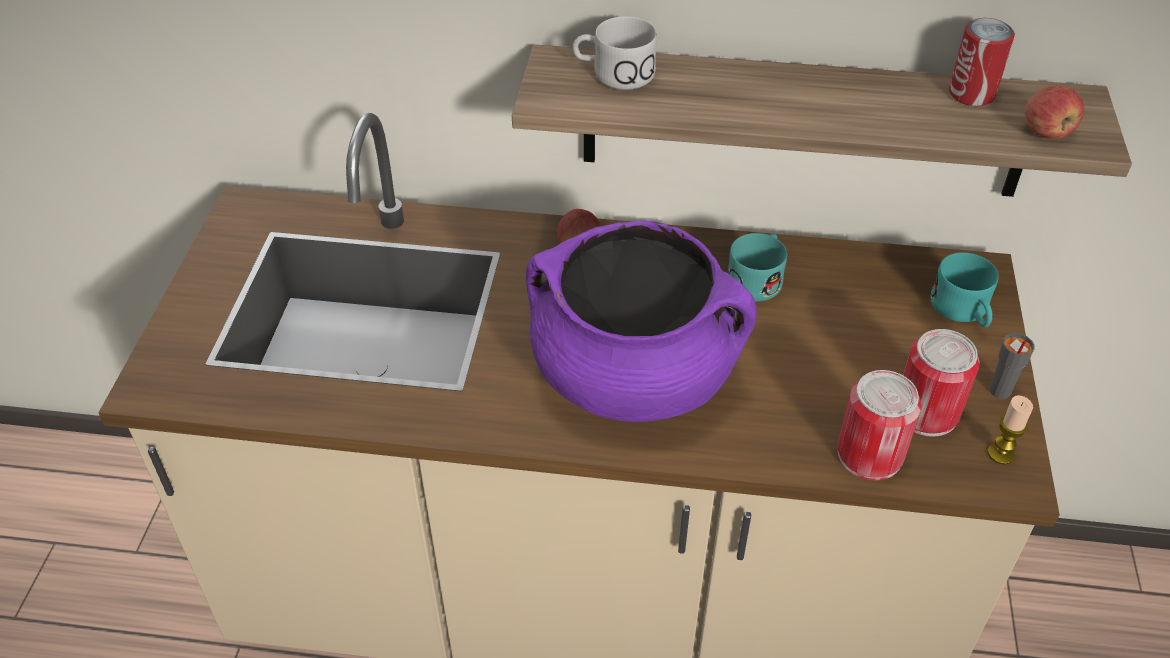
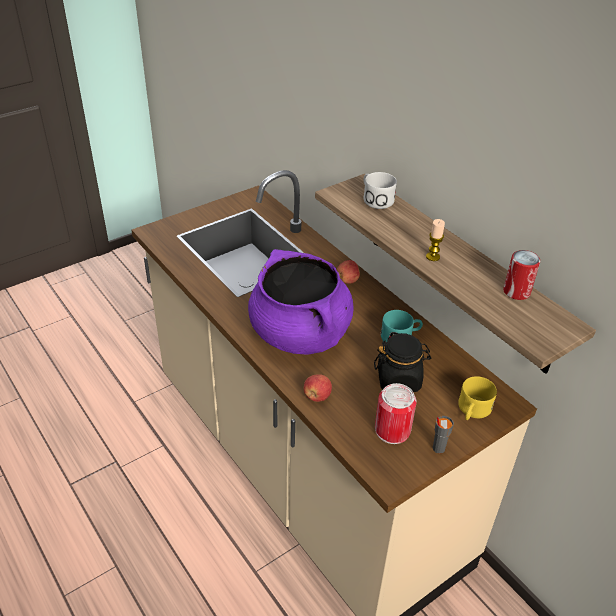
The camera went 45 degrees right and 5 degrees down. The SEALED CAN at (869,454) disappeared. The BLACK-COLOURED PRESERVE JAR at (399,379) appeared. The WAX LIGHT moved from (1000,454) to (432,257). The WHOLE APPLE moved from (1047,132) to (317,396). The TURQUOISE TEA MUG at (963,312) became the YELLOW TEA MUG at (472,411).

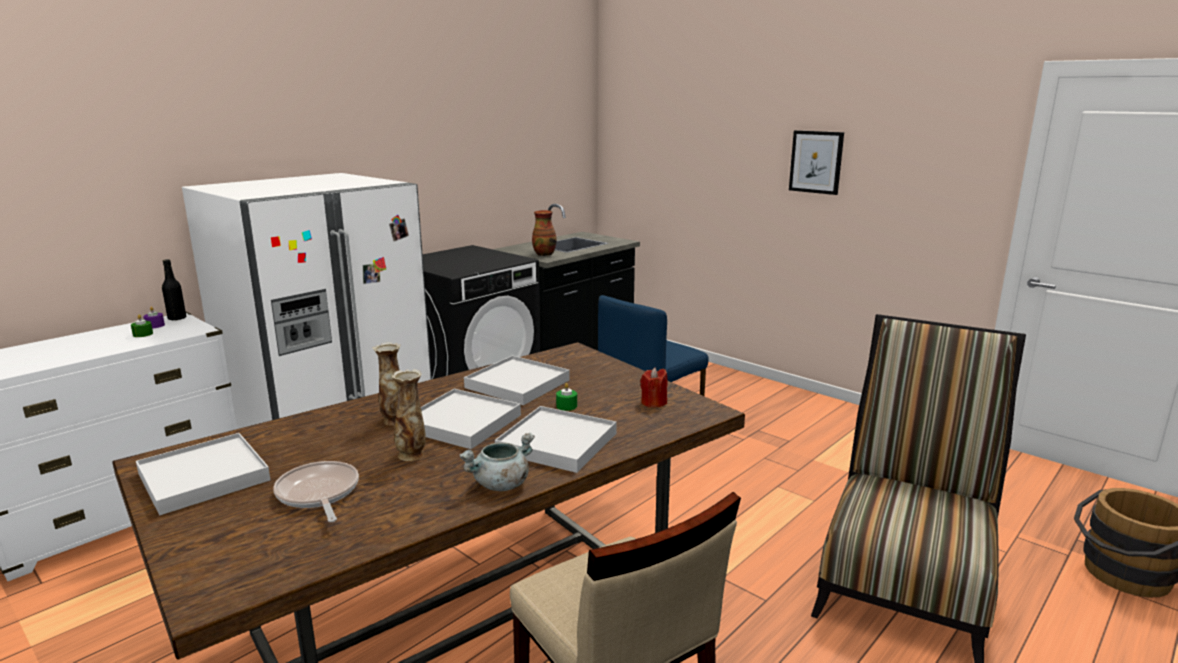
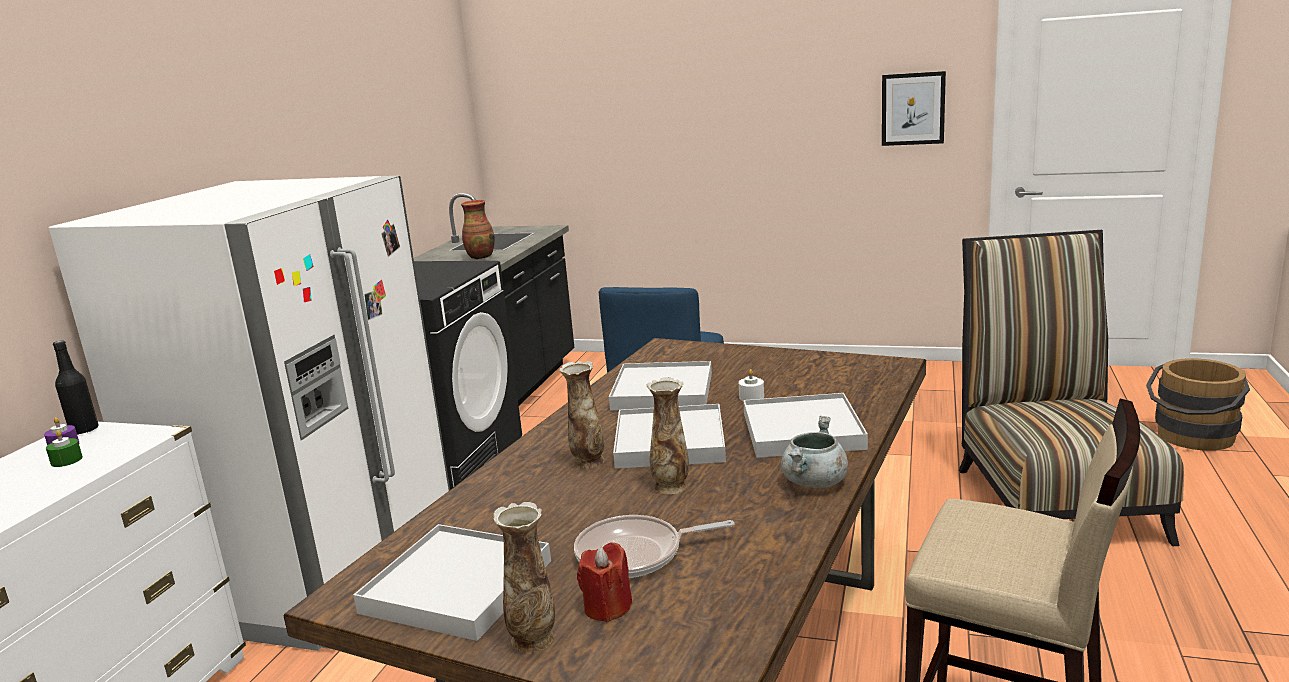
The camera went 25 degrees left and 0 degrees up. The VASE at (533,640) appeared. The REDDISH WAX LIGHT moved from (653,403) to (607,607). The WALL ART moved from (816,162) to (913,109). The GREEN-COLOURED WAX LIGHT at (566,406) became the WHITE WAX LIGHT at (751,397). The PAN at (318,494) turned 45 degrees counterclockwise.

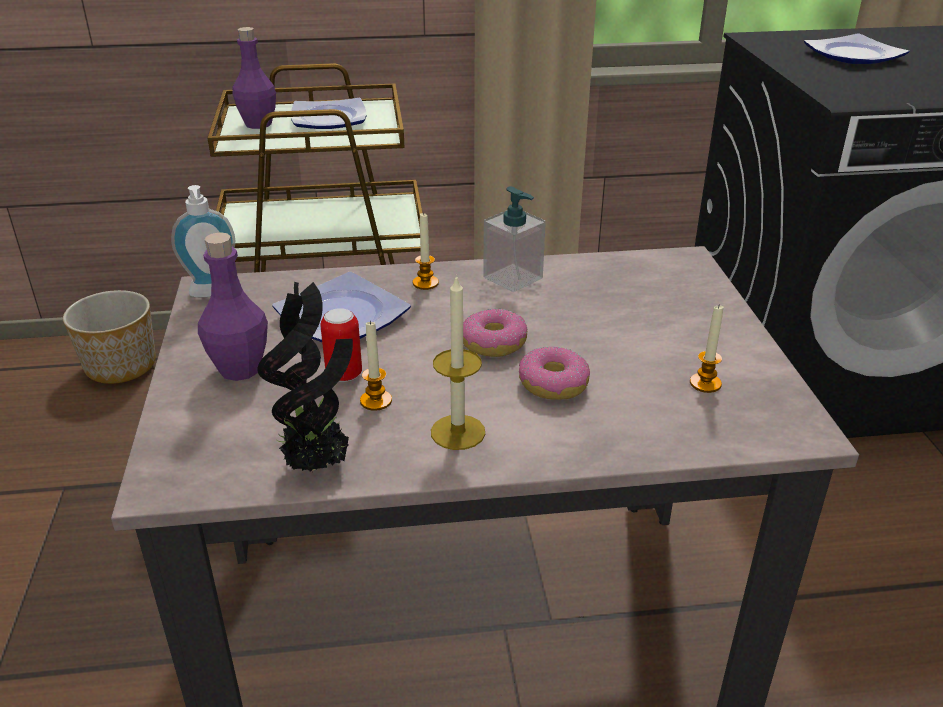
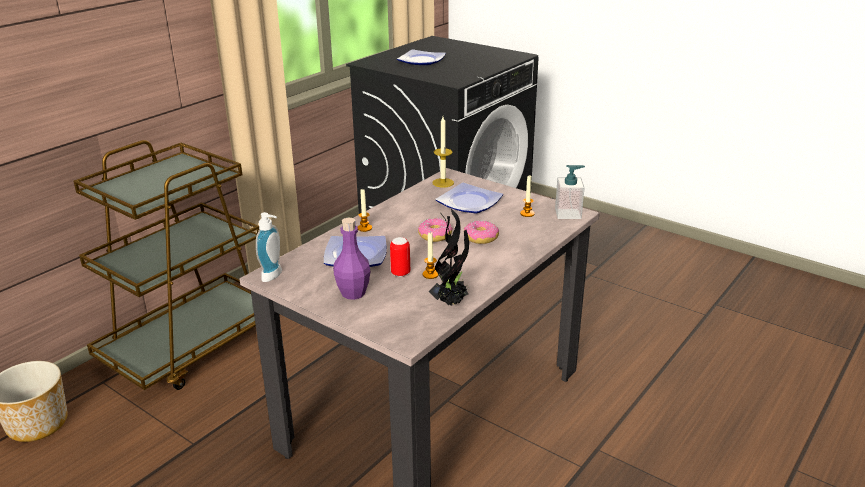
The camera went 45 degrees left and 5 degrees down. The PURPLE-COLOURED DRINK BOTTLE at (258,124) disappeared. The FLAT DISH moved from (330,119) to (469,202). The WAX LIGHT moved from (458,432) to (443,183). The SOAP BOTTLE moved from (513,278) to (568,213).

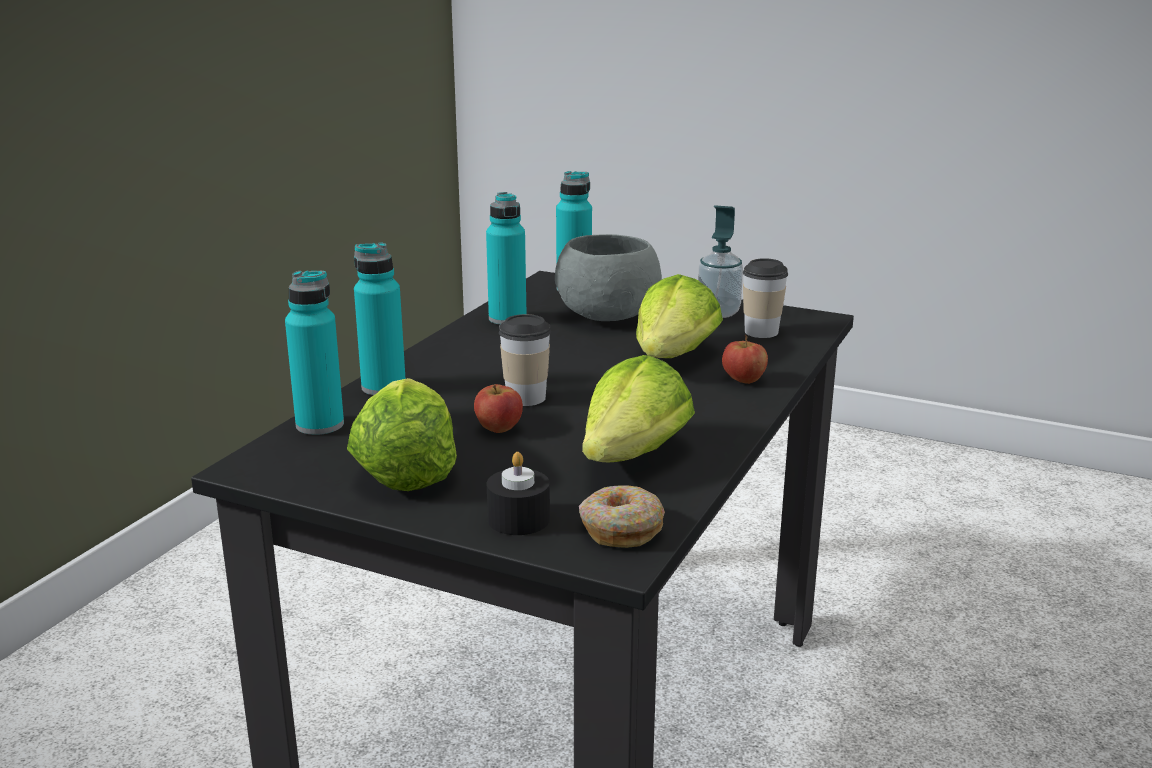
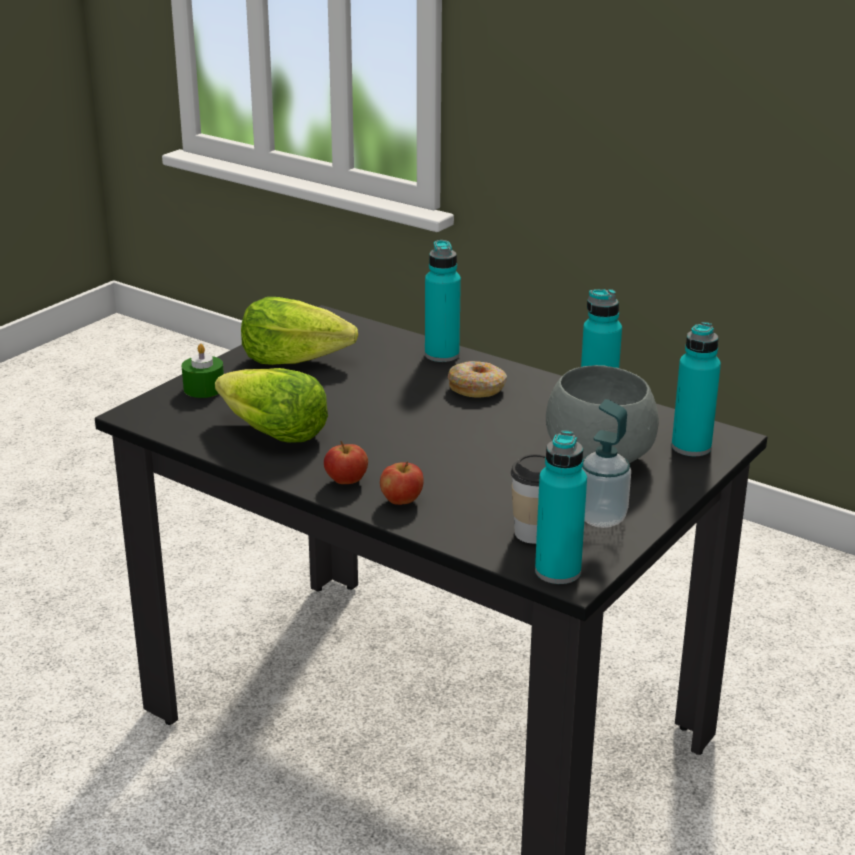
The camera went 100 degrees right and 5 degrees up. The DRINKING CUP at (526,398) disappeared. The LETTUCE HEAD at (674,357) disappeared. The TURQUOISE DRINK BOTTLE moved from (320,425) to (557,571). The WHOLE APPLE moved from (499,429) to (346,481). The RING DOUGHNUT moved from (620,528) to (477,388). The BLACK-COLOURED WAX LIGHT at (518,519) became the GREEN-COLOURED WAX LIGHT at (204,388).

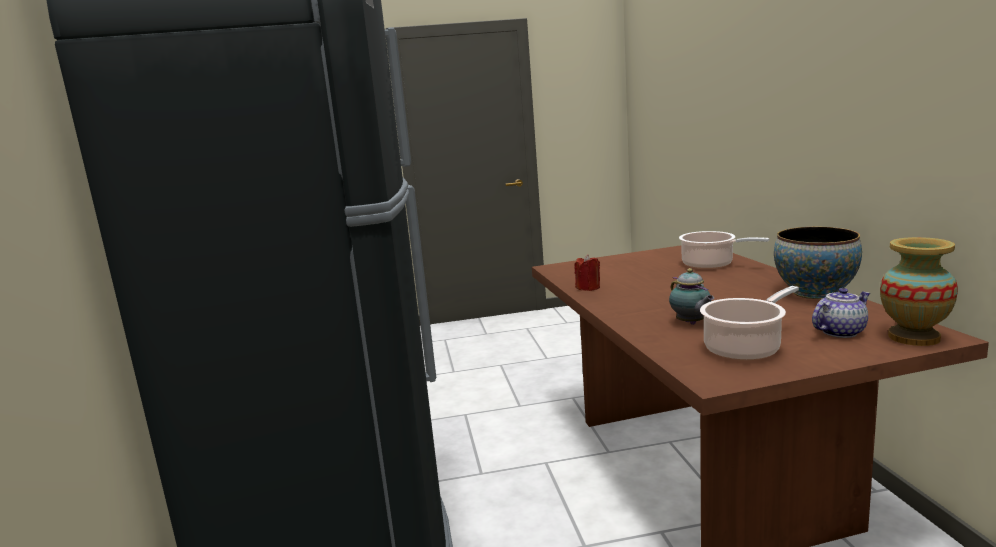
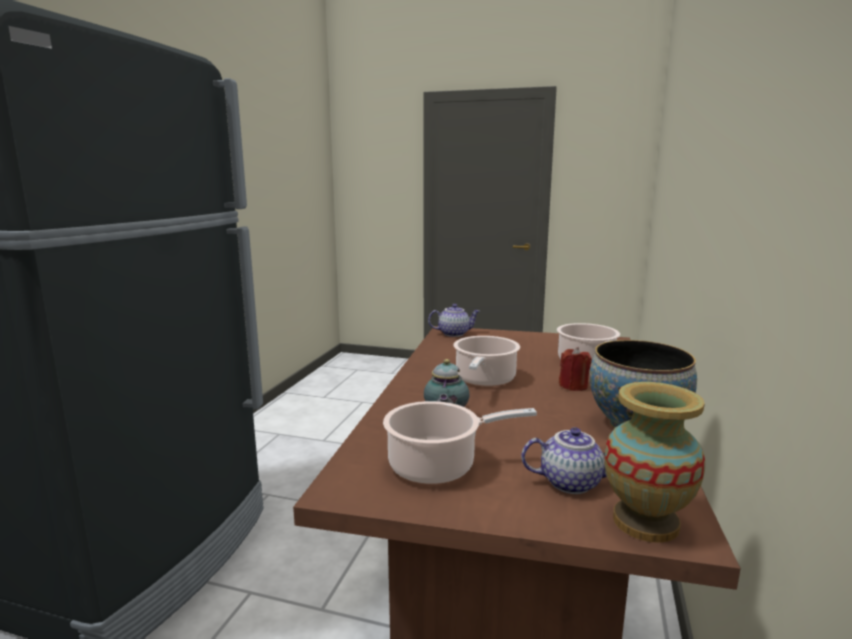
The camera went 25 degrees right and 0 degrees up. The TEA POT at (454,333) appeared. The STOCKPOT at (484,380) appeared. The REDDISH WAX LIGHT moved from (588,288) to (573,386).

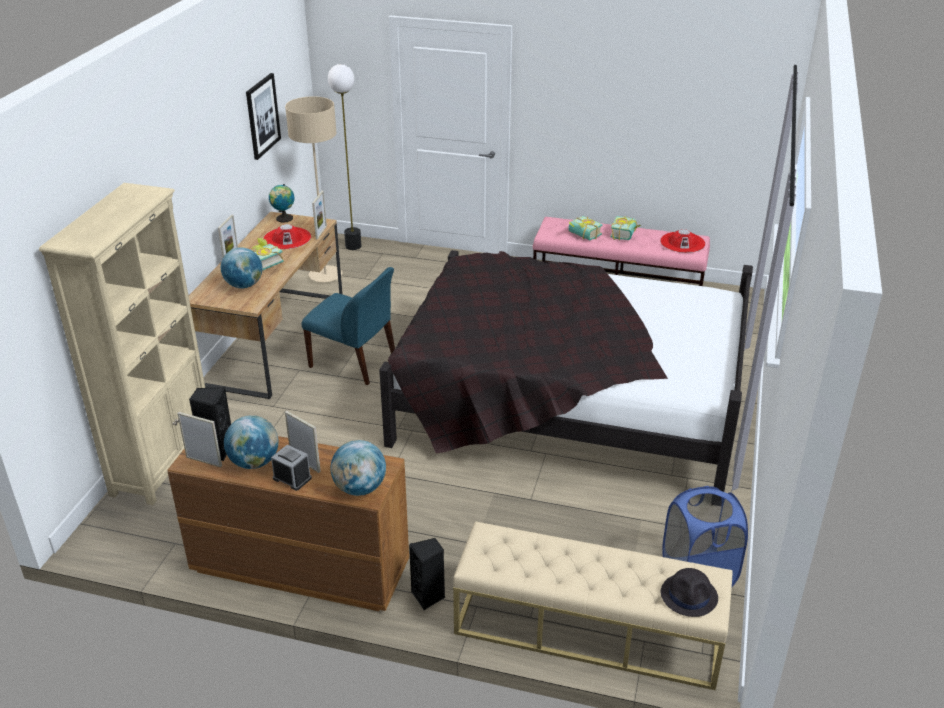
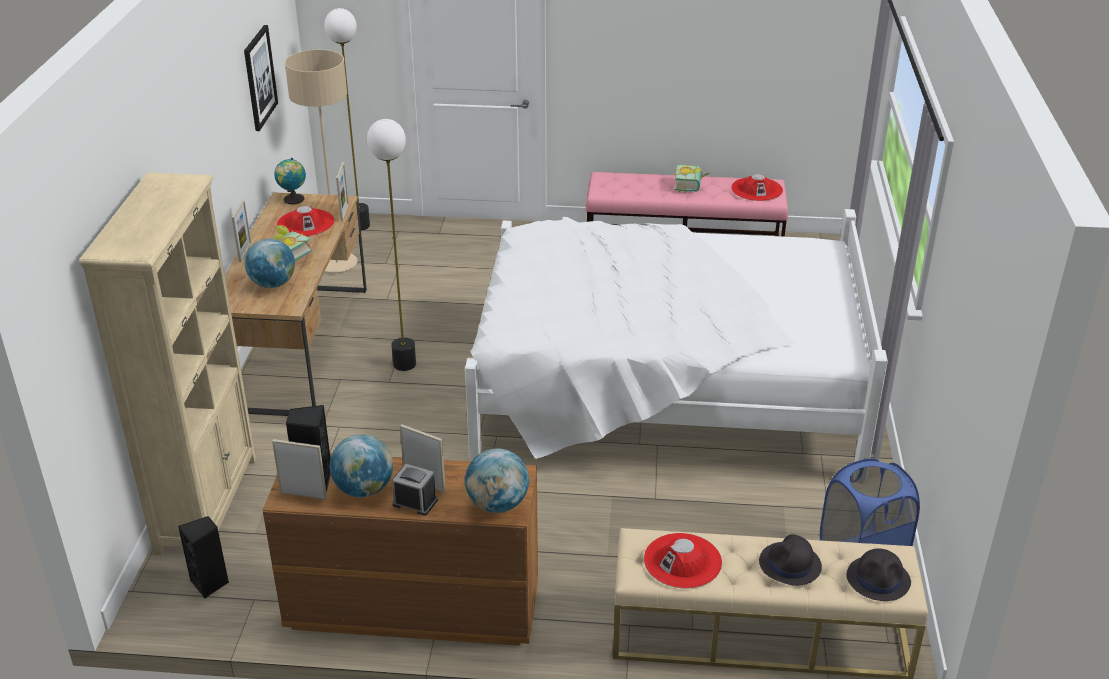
The camera went 10 degrees left and 0 degrees up. The BOOK at (582,236) disappeared. The REDDISH WEARABLE HAT at (682,561) appeared. The BLACK-COLOURED WEARABLE HAT at (790,565) appeared. The BLACK-COLOURED AUDIO SPEAKER moved from (429,596) to (210,584). The BLUE UPRIGHT CHAIR at (354,363) was replaced by the STANDING LAMP at (404,364). The BLACK-COLOURED BED at (567,402) became the WHITE BED at (664,385).

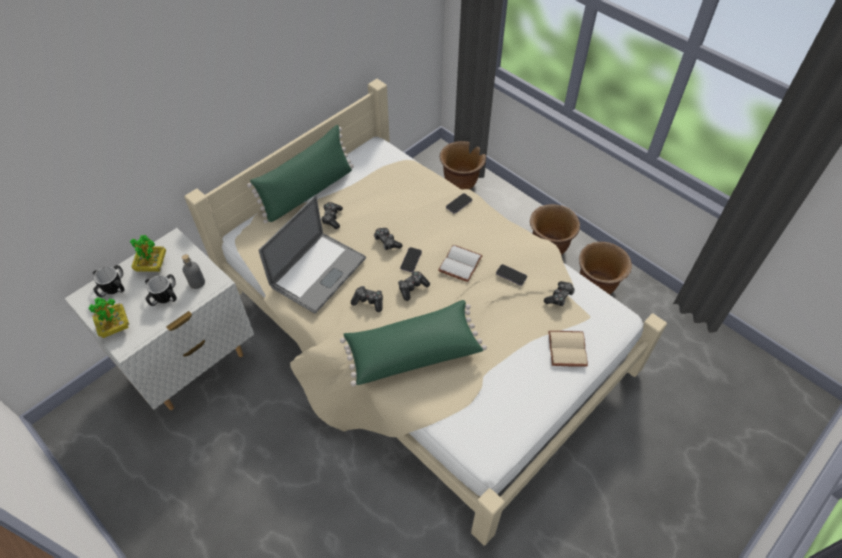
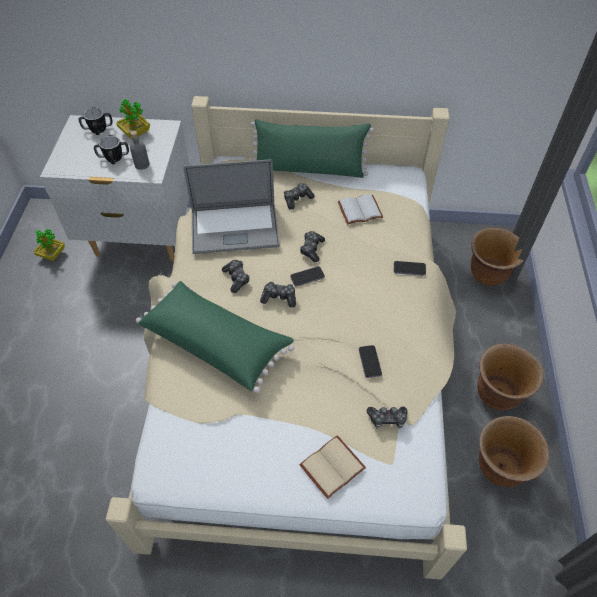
The camera went 50 degrees right and 0 degrees up. The POTTED PLANT moved from (115,326) to (52,254). The WHITE BOOK moved from (461,265) to (359,211).

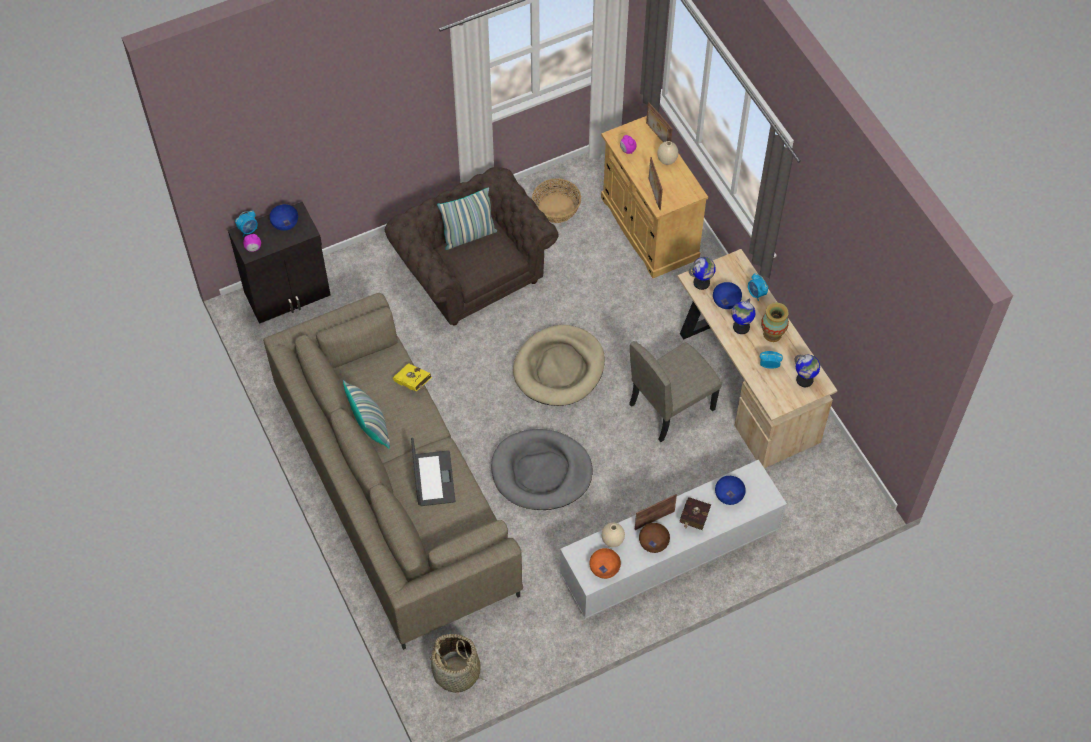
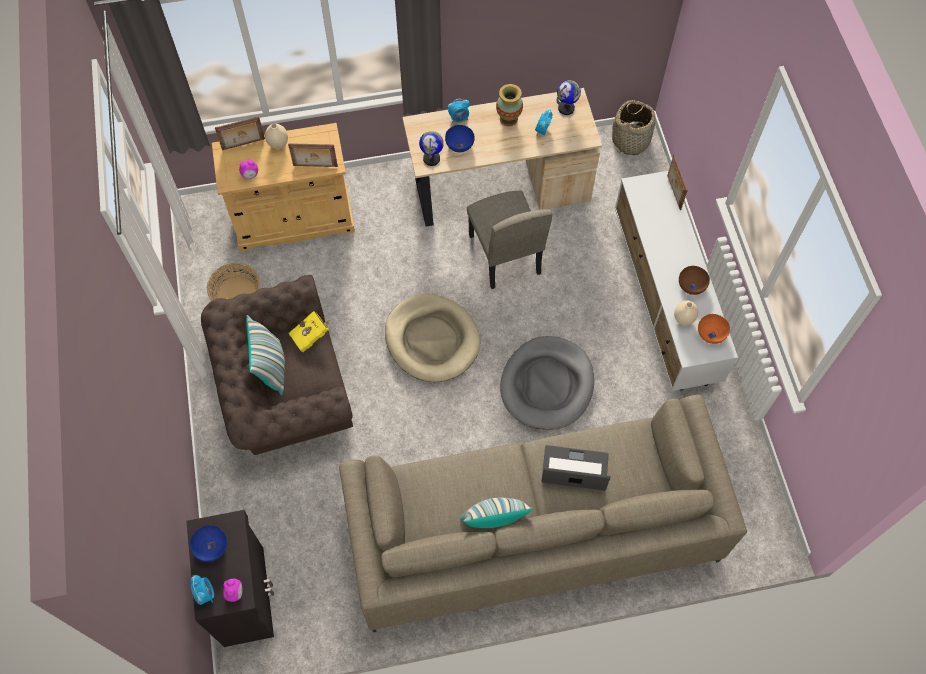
The camera went 75 degrees left and 5 degrees up. The REDDISH BOOK at (693,519) disappeared. The BLUE DEEP DISH at (728,495) disappeared. The GLOBE at (741,327) disappeared. The YELLOW BOOK moved from (413,383) to (311,335). The HOUSEHOLD BASKET moved from (457,672) to (631,140). The PICTURE FRAME moved from (654,519) to (673,192).

